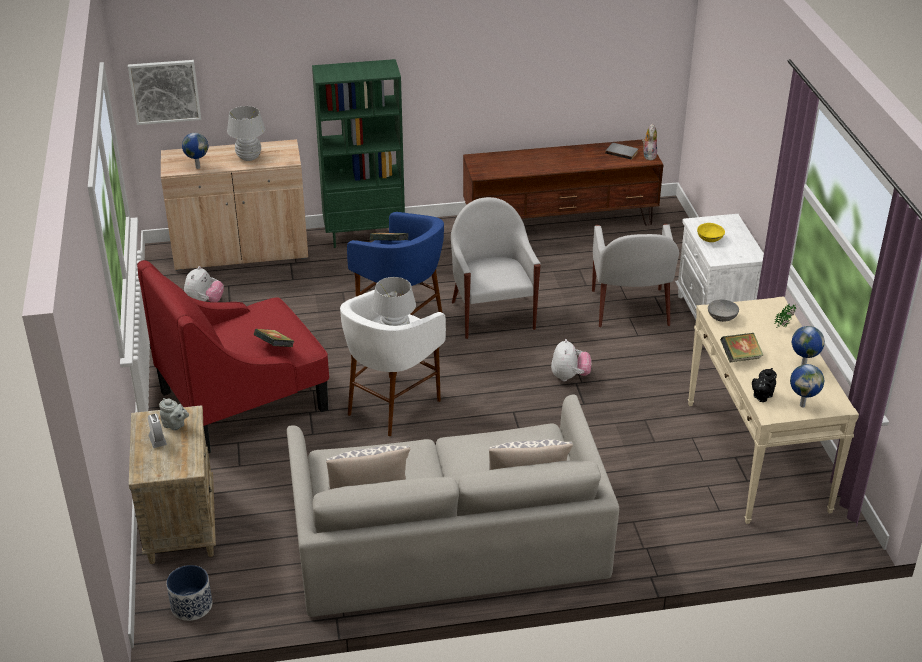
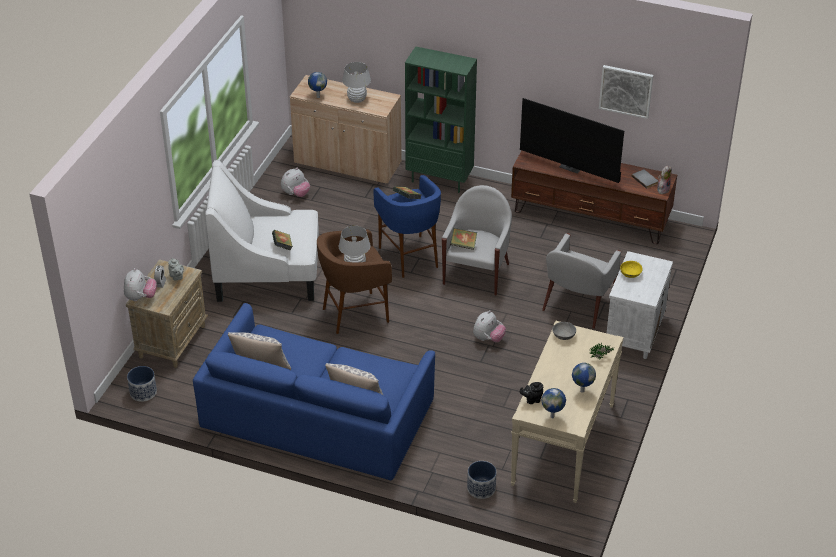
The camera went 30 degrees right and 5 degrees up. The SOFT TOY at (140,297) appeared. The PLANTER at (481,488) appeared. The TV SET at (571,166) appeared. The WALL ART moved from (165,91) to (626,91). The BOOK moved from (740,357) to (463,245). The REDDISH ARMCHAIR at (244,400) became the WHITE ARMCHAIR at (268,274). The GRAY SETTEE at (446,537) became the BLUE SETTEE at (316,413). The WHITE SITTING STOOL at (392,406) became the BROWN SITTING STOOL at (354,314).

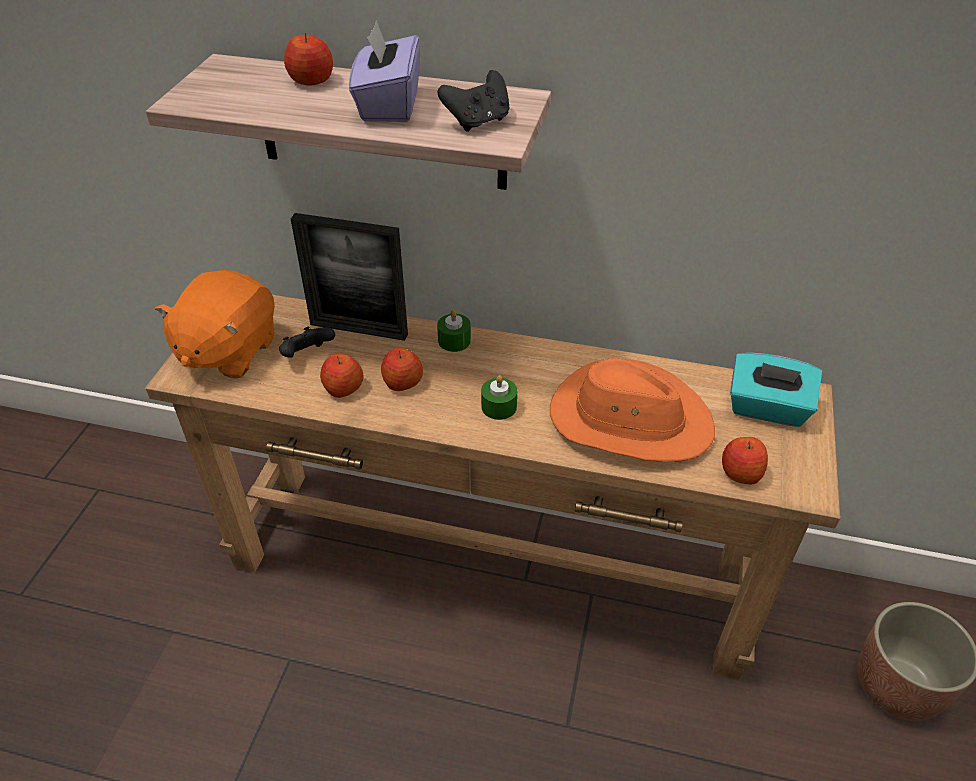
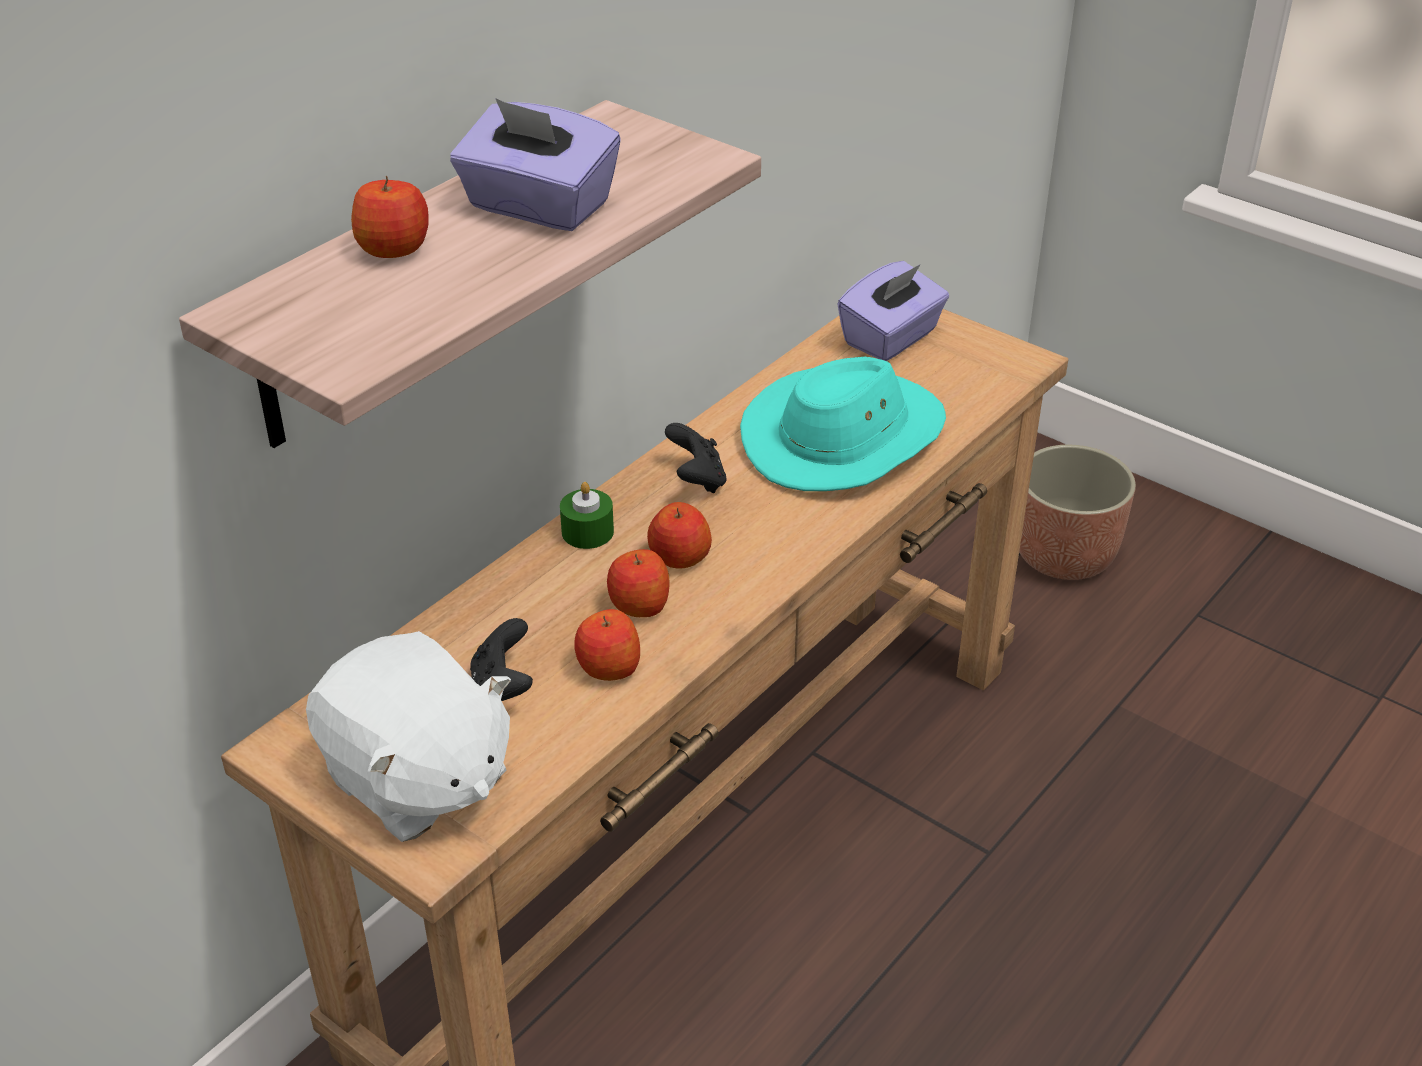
The camera went 65 degrees left and 5 degrees down. The PICTURE FRAME at (359,329) disappeared. The GREEN-COLOURED WAX LIGHT at (499,406) disappeared. The BLACK-COLOURED GAME CONTROLLER moved from (478,122) to (697,480). The WHOLE APPLE moved from (740,472) to (679,557). The ORANGEY SOFT TOY at (227,351) became the WHITE SOFT TOY at (416,780). The ORANGEY WEARABLE HAT at (629,419) became the TURQUOISE WEARABLE HAT at (844,437). The TURQUOISE TISSUE HOLDER at (767,409) became the PURPLE-COLOURED TISSUE HOLDER at (891,338).

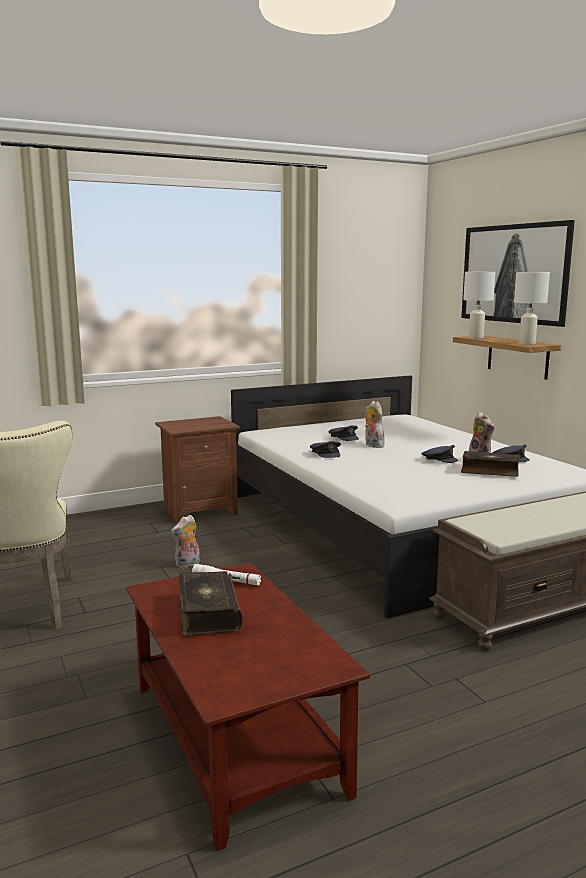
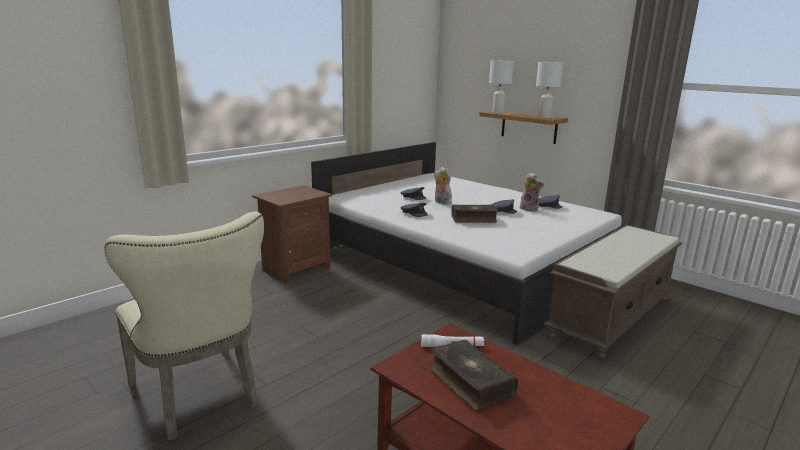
The camera went 20 degrees left and 5 degrees up. The SOFT TOY at (187,565) disappeared. The WALL ART at (514,273) disappeared. The BOOK moved from (489,471) to (473,219).

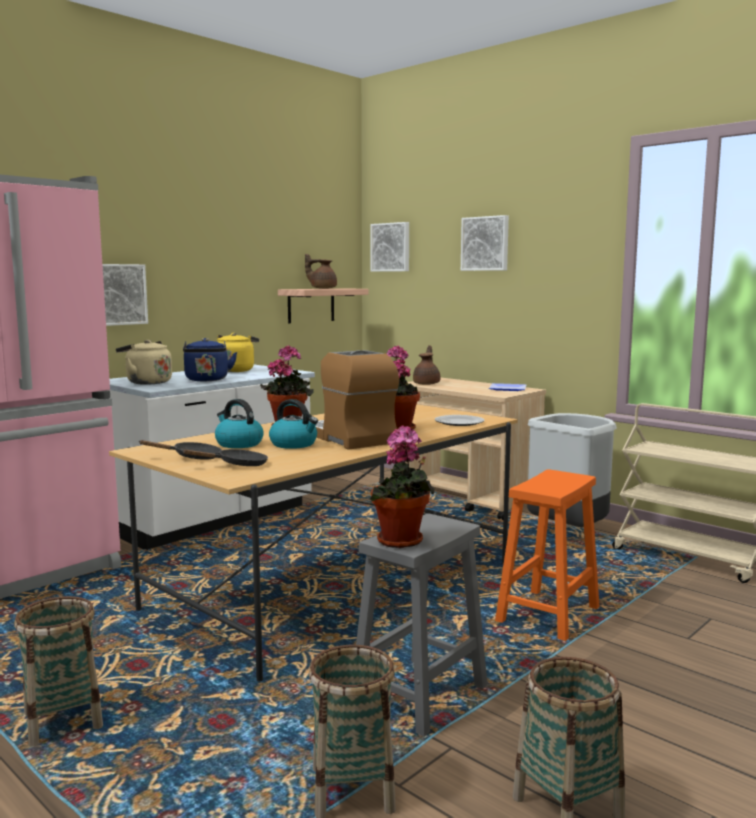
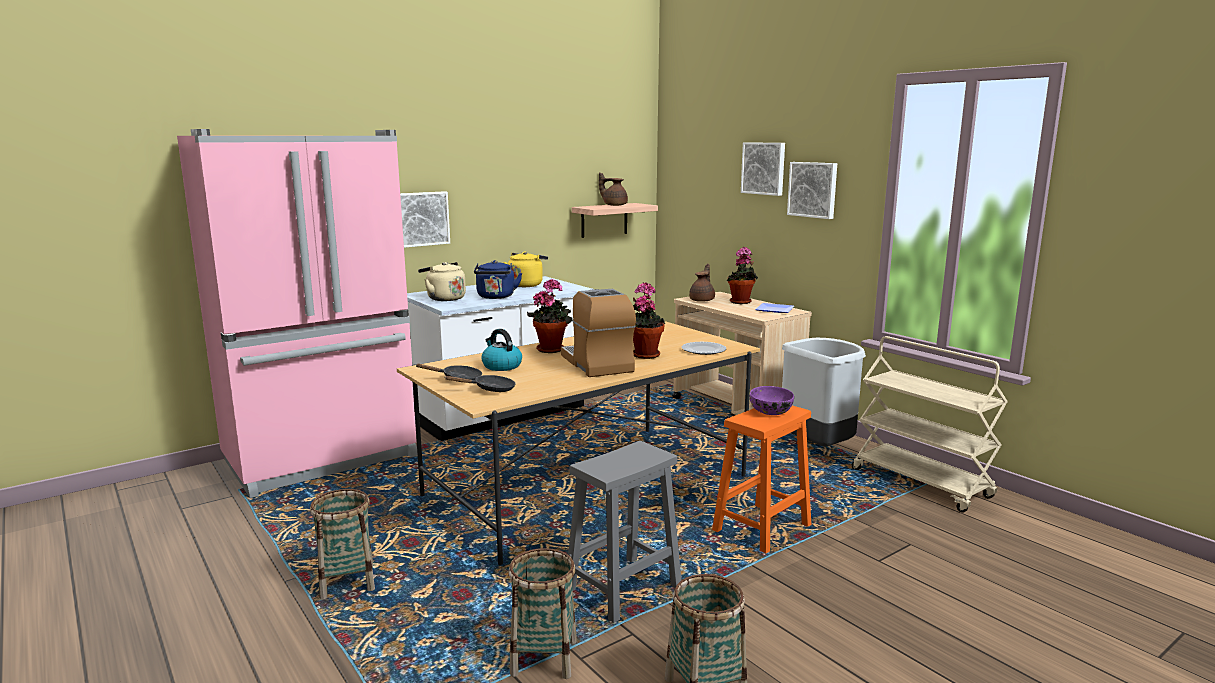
The camera went 10 degrees right and 5 degrees up. The TEA KETTLE at (294,444) disappeared. The PURPLE-COLOURED DEEP DISH at (770,411) appeared. The POTTED PLANT moved from (402,542) to (741,302). The WALL ART moved from (391,247) to (813,189).

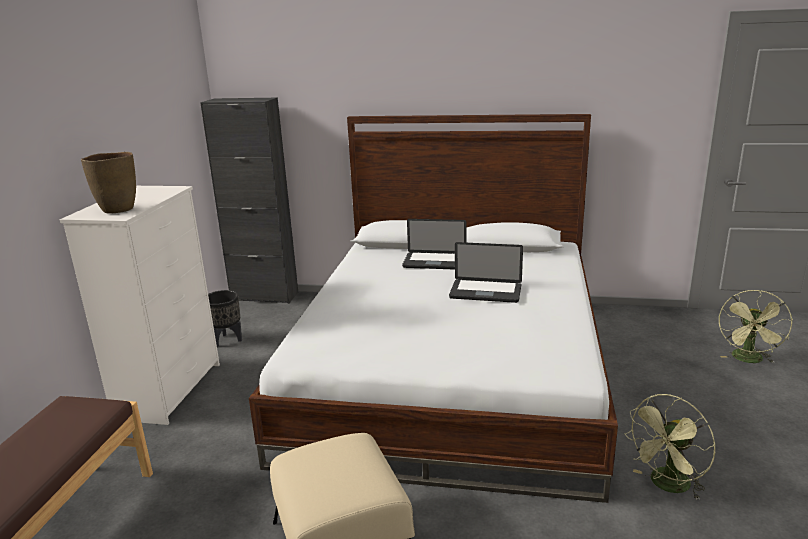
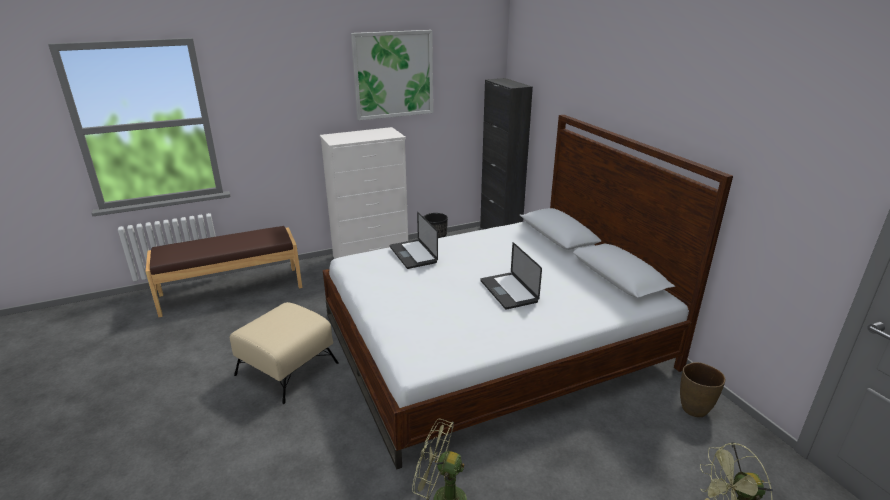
The camera went 55 degrees right and 5 degrees up. The WALL ART at (393,74) appeared. The BROWN VASE moved from (118,210) to (694,409). The NOTEBOOK COMPUTER moved from (434,262) to (413,255).

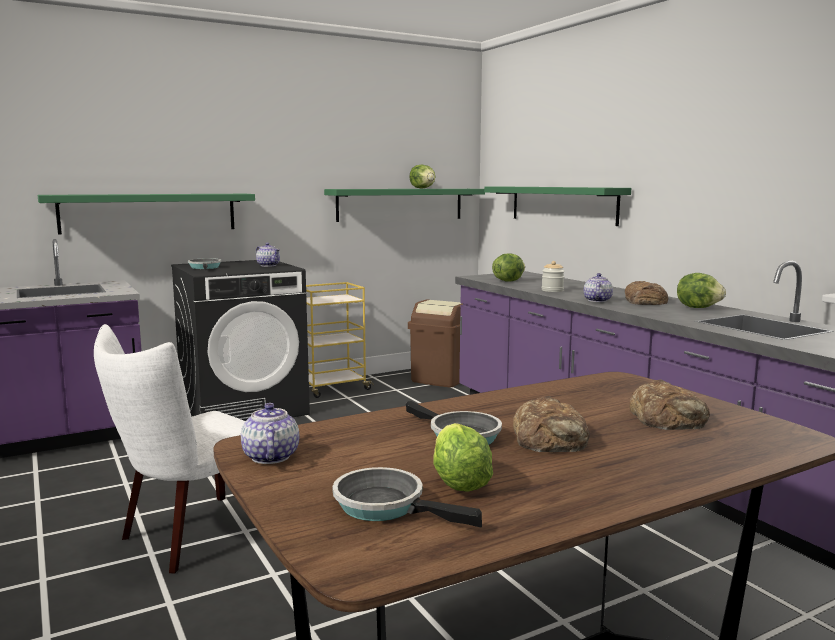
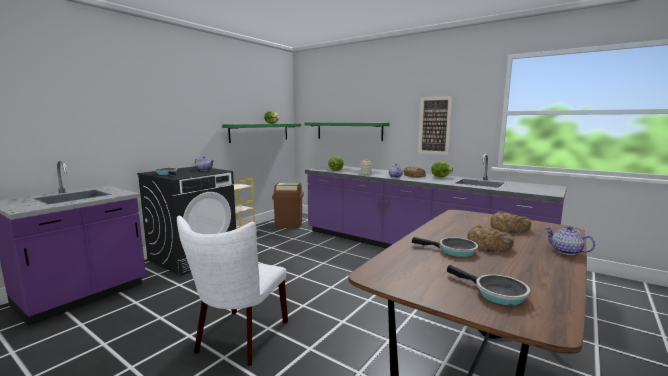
The camera went 25 degrees left and 0 degrees up. The GREEN-COLOURED BRACKET SHELF at (149,212) disappeared. The LETTUCE HEAD at (459,482) disappeared. The WALL ART at (434,125) appeared. The TEA POT moved from (270,457) to (566,251). The PAN at (386,506) turned 135 degrees counterclockwise.

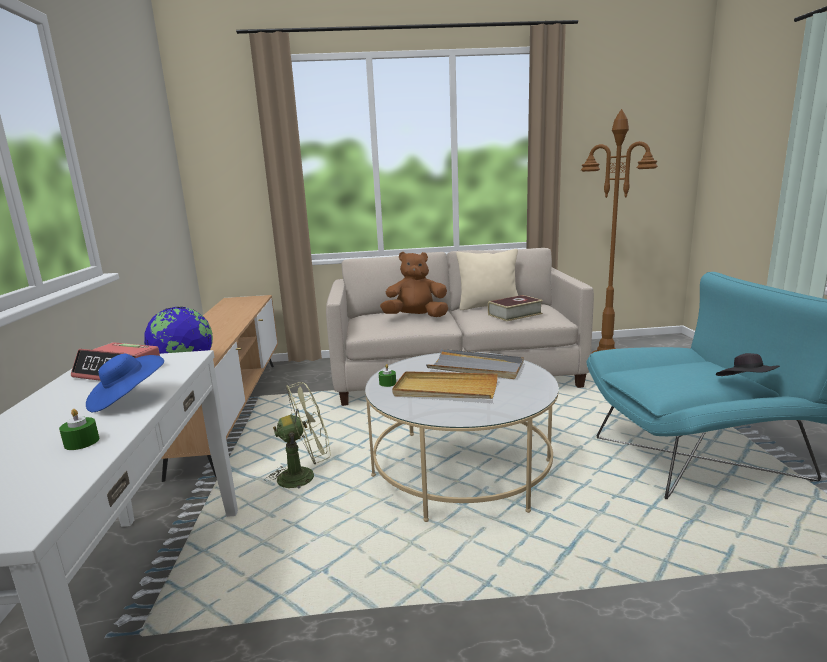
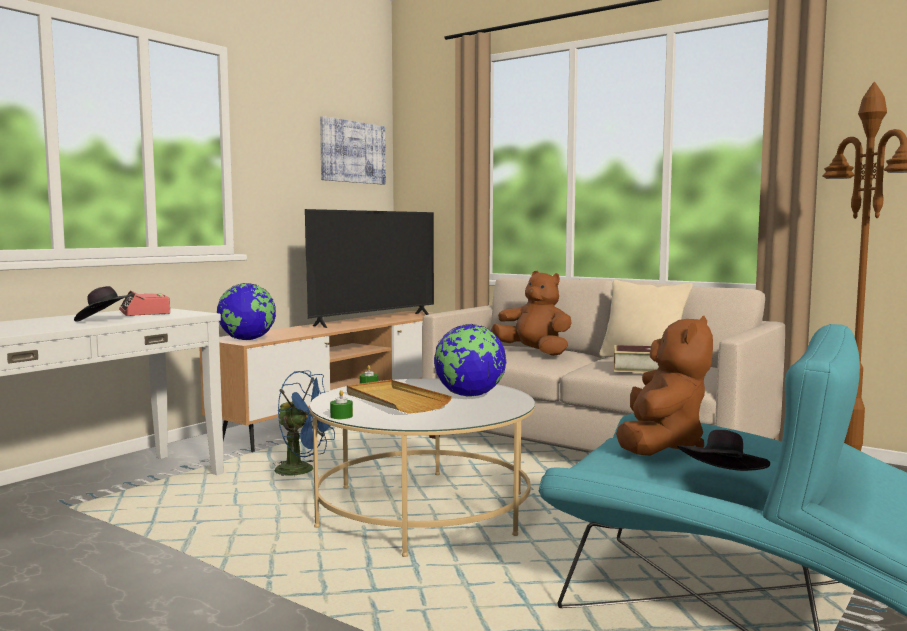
The camera went 40 degrees right and 10 degrees down. The TV SET at (374,320) appeared. The WALL ART at (352,152) appeared. The BROWN SOFT TOY at (660,445) appeared. The GREEN-COLOURED WAX LIGHT moved from (82,442) to (341,416). The GRAY CARRYING TRAY at (476,367) was replaced by the GLOBE at (469,396). The BLUE WEARABLE HAT at (127,399) became the BLACK-COLOURED WEARABLE HAT at (104,321). The GREEN-COLOURED FAN at (304,475) became the BLUE FAN at (303,471).

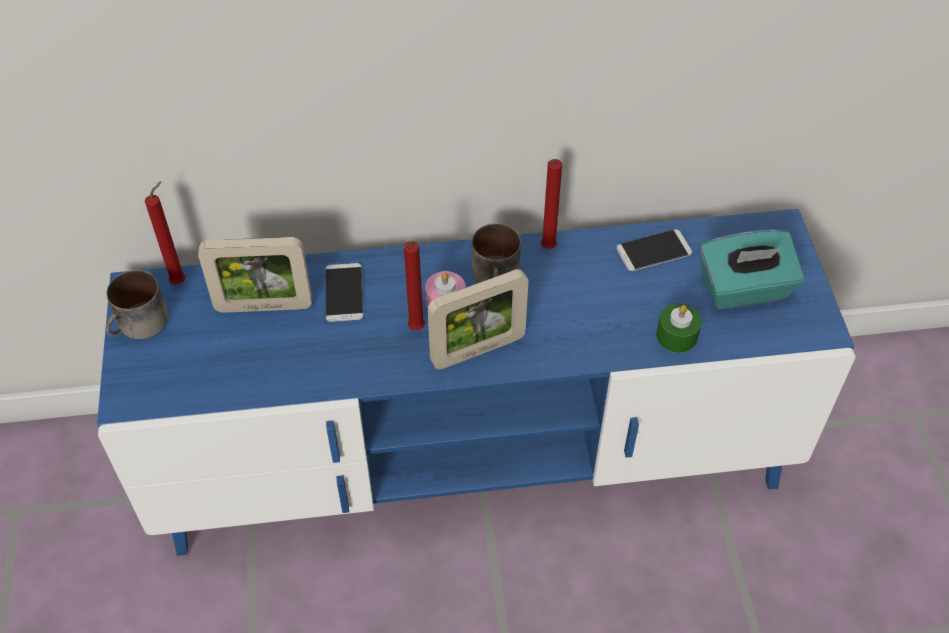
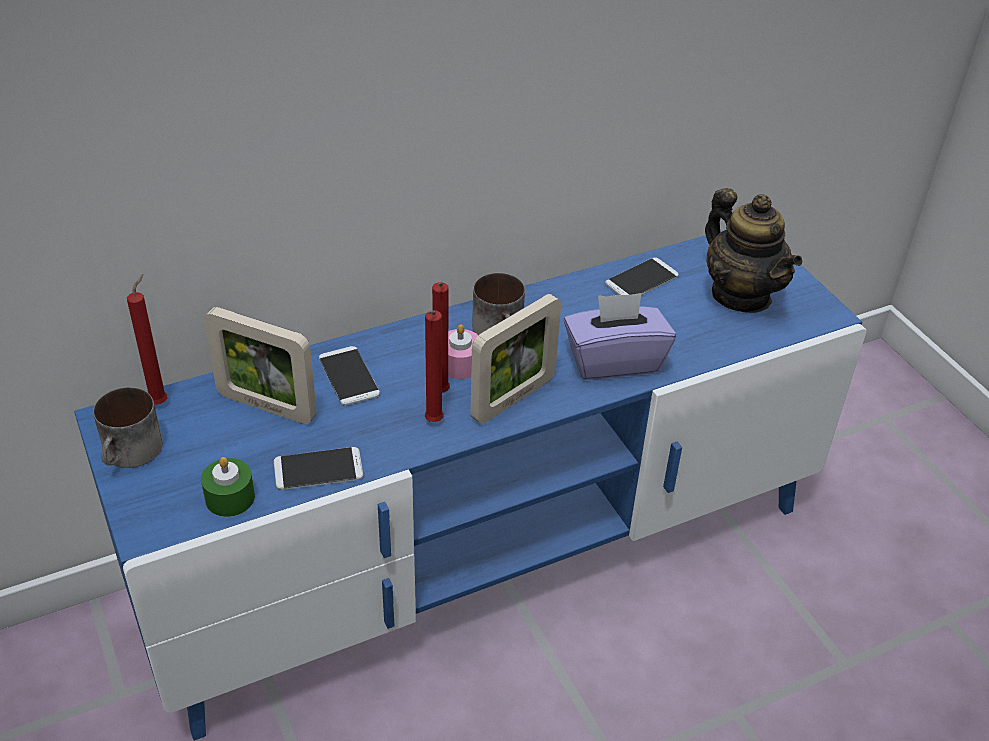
The camera went 20 degrees left and 10 degrees down. The HANDSET at (318,469) appeared. The PURPLE-COLOURED TISSUE HOLDER at (614,360) appeared. The REDDISH WAX LIGHT moved from (546,249) to (432,423). The GREEN-COLOURED WAX LIGHT moved from (676,336) to (230,498). The TURQUOISE TISSUE HOLDER at (744,289) was replaced by the TEA POT at (741,295). The PICTURE FRAME at (264,306) turned 45 degrees clockwise.

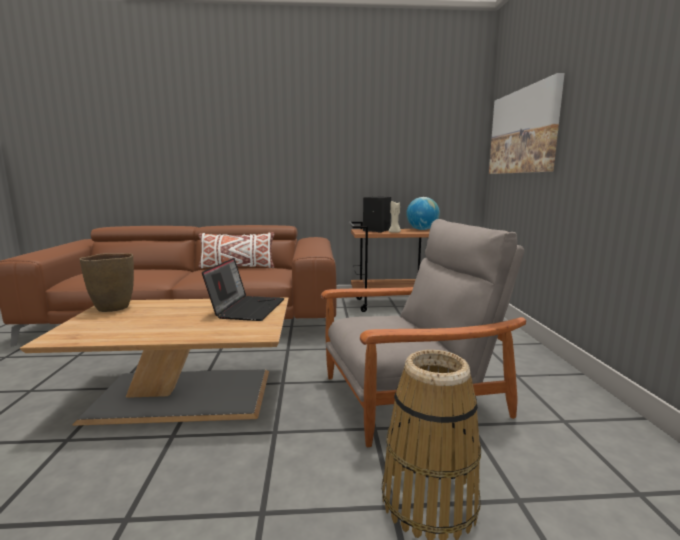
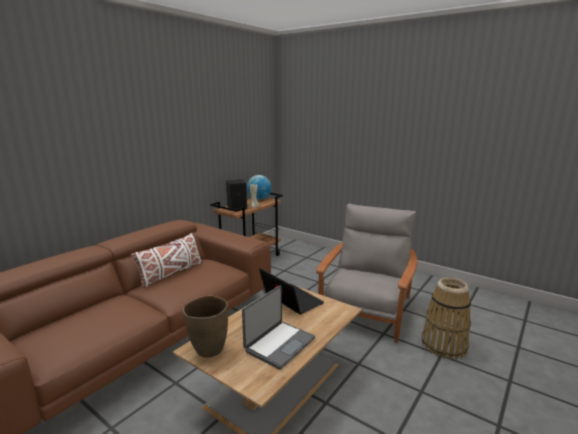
The camera went 50 degrees left and 5 degrees up. The WALL ART at (523,131) disappeared. The NOTEBOOK COMPUTER at (279,344) appeared.

